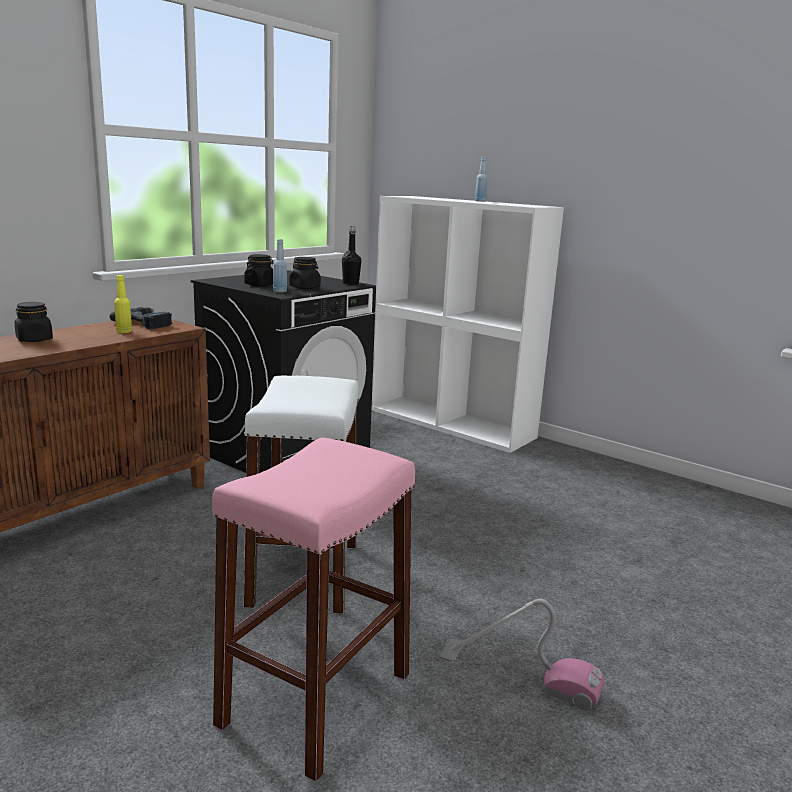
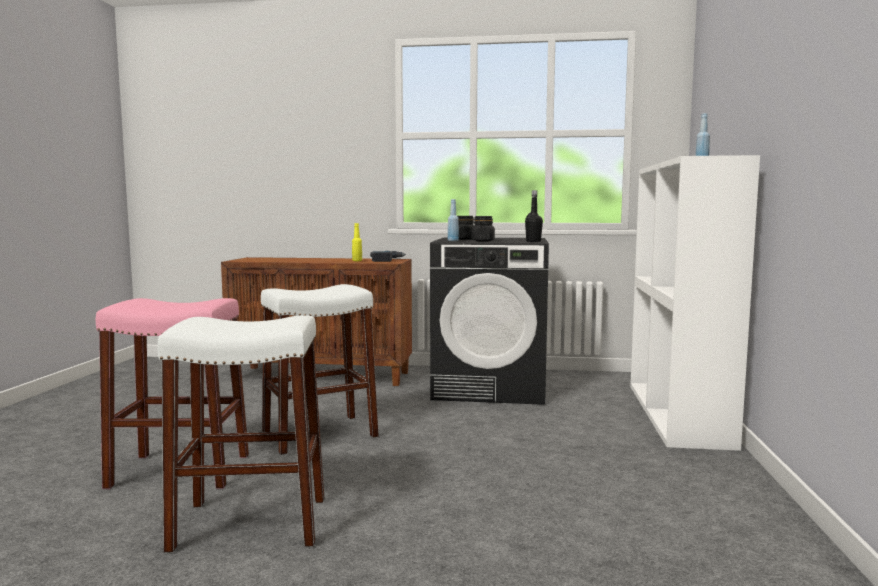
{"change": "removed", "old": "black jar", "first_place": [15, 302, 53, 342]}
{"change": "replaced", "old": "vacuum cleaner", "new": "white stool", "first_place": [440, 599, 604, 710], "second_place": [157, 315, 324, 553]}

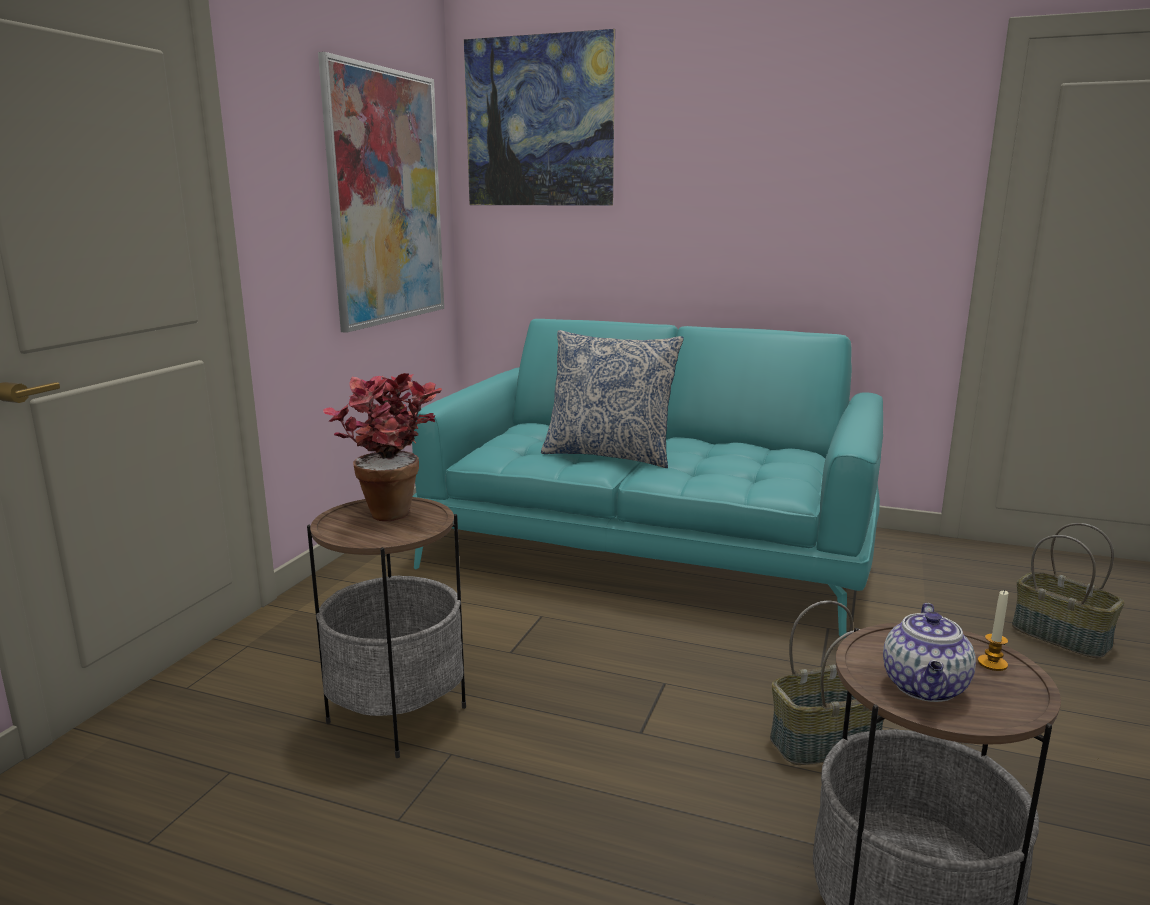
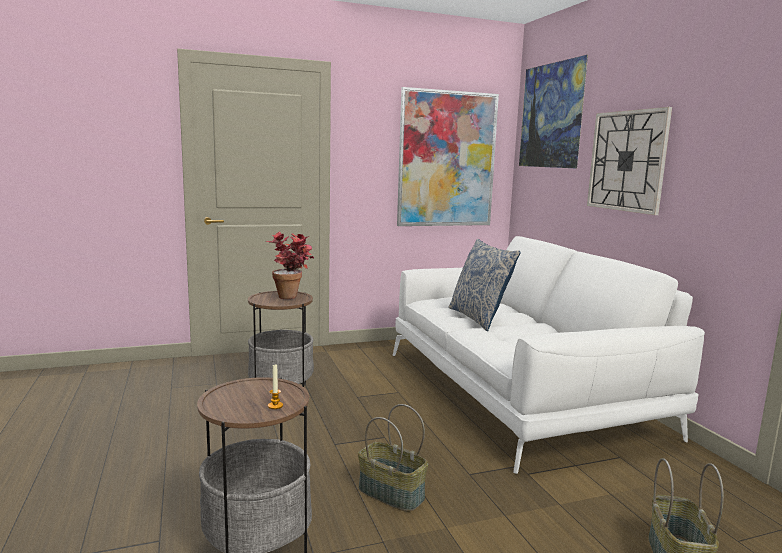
{"change": "recoloured", "old": "turquoise sofa", "new": "white sofa", "first_place": [412, 319, 883, 638], "second_place": [393, 236, 705, 474]}
{"change": "removed", "old": "teapot", "first_place": [883, 603, 976, 702]}
{"change": "added", "new": "wall clock", "second_place": [587, 107, 672, 215]}

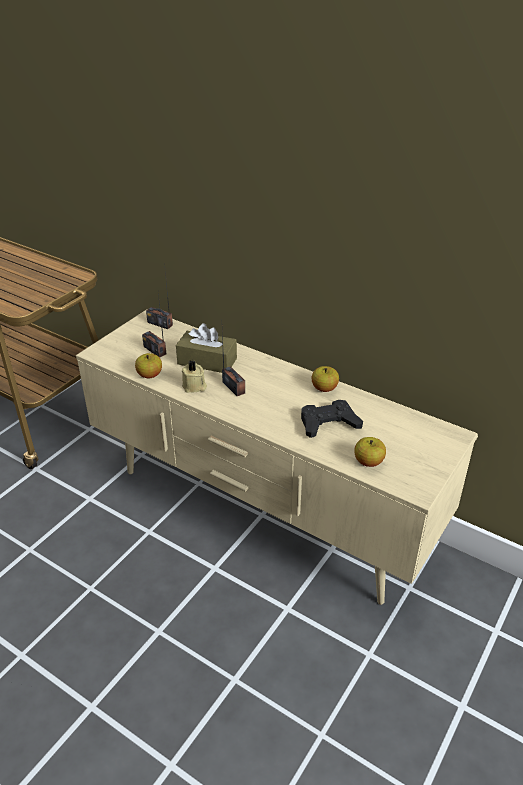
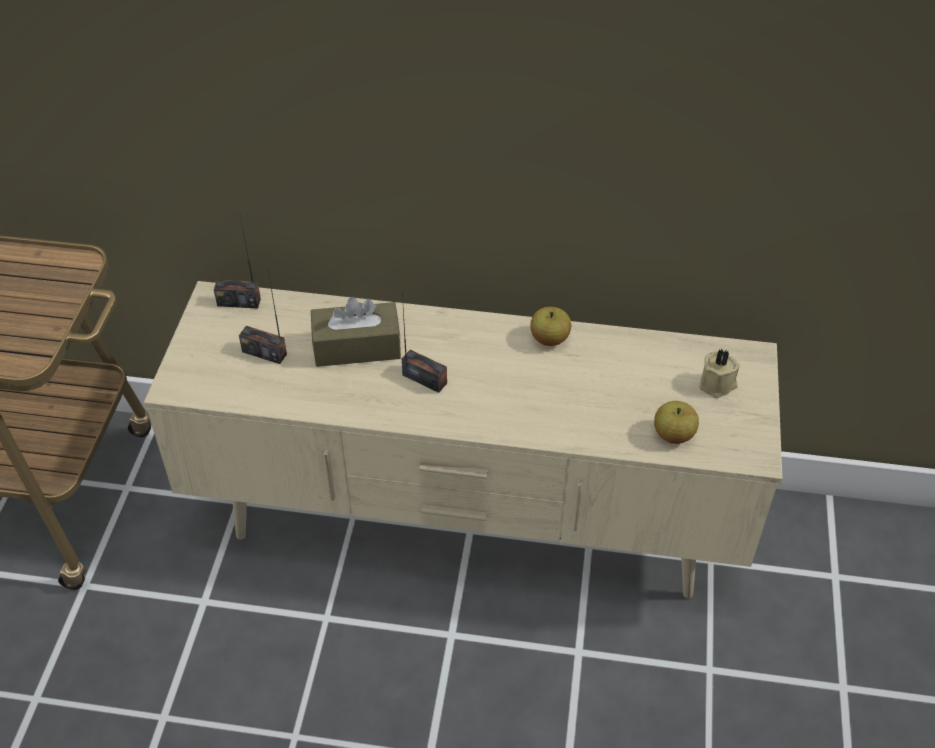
{"change": "removed", "old": "apple", "first_place": [135, 353, 162, 378]}
{"change": "moved", "old": "beige candle", "first_place": [182, 360, 207, 393], "second_place": [699, 348, 740, 398]}
{"change": "removed", "old": "black game controller", "first_place": [301, 400, 363, 438]}

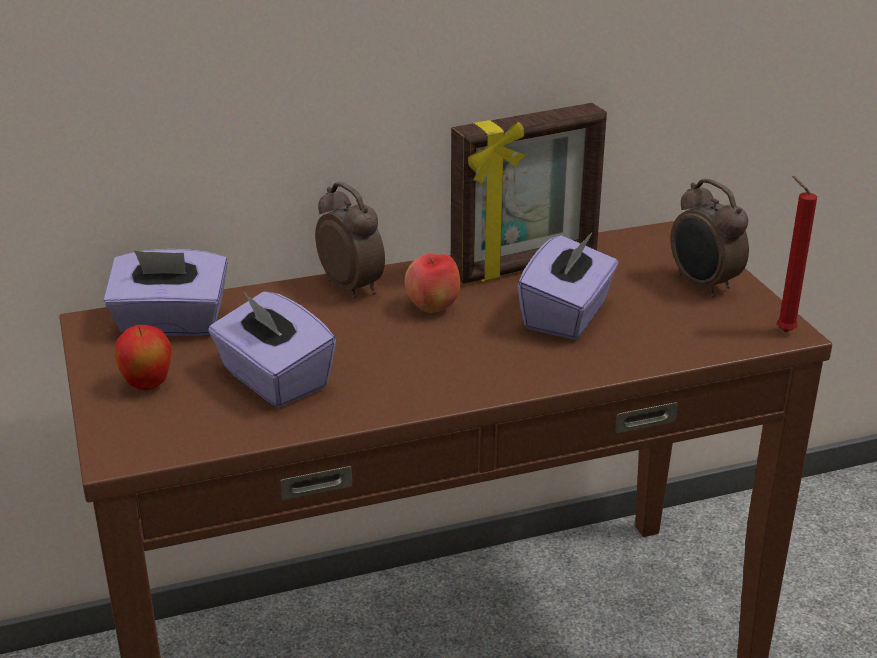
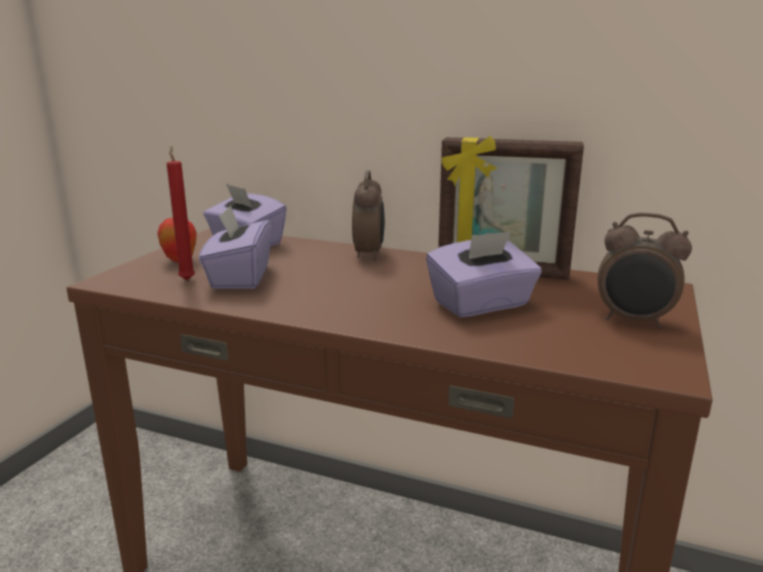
{"change": "removed", "old": "apple", "first_place": [405, 254, 460, 313]}
{"change": "turned", "old": "alarm clock", "first_place": [670, 179, 749, 297], "second_place": [597, 213, 692, 328], "degrees": -75}
{"change": "moved", "old": "red candle", "first_place": [777, 176, 817, 332], "second_place": [167, 146, 195, 281]}

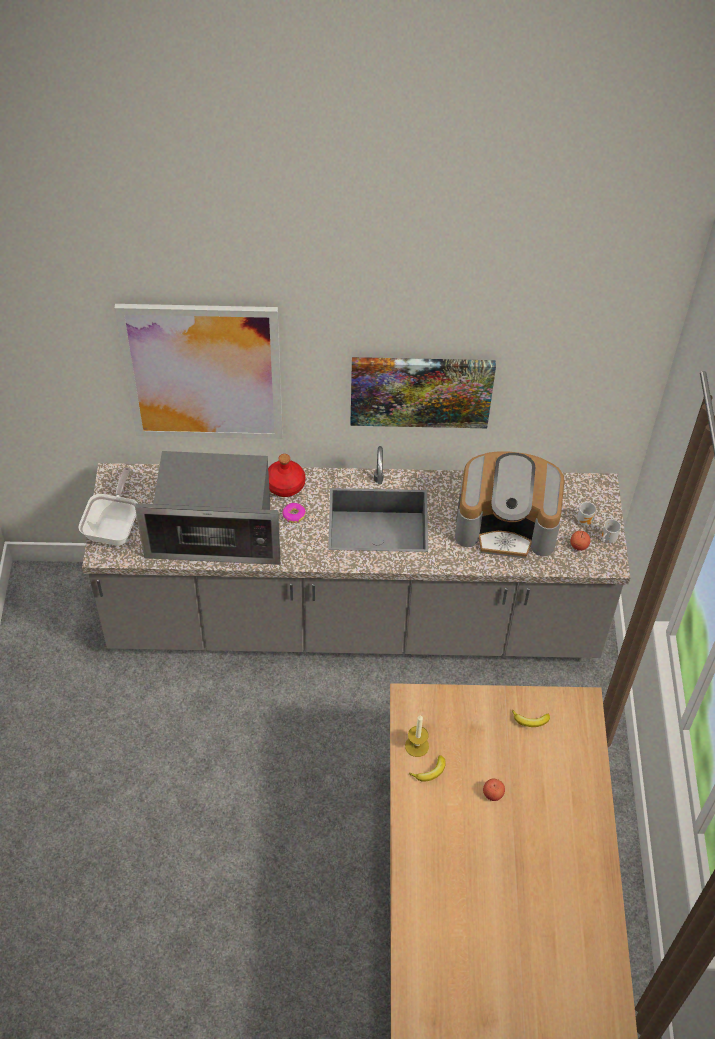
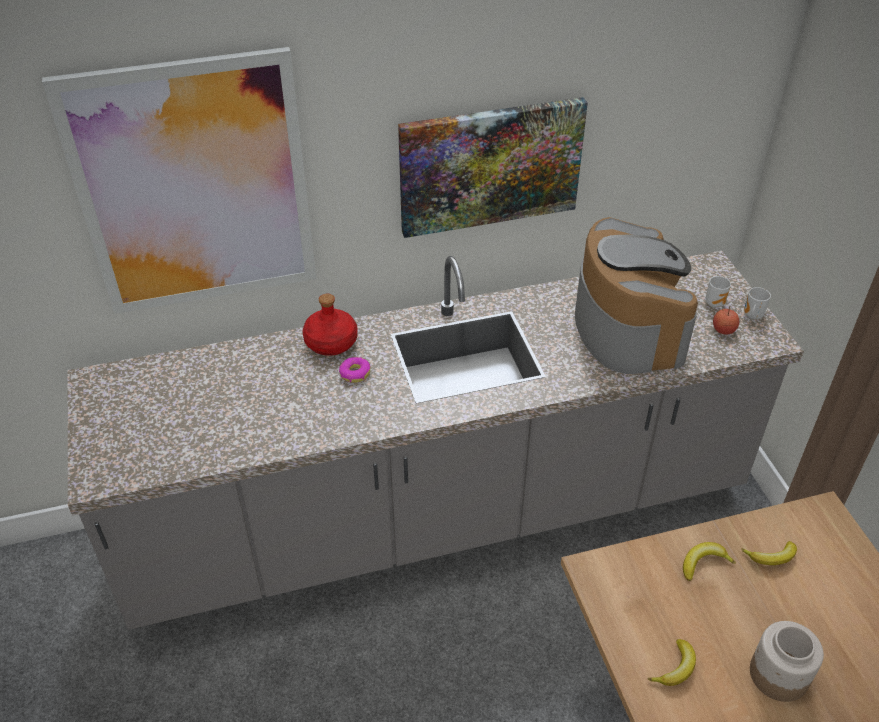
{"change": "removed", "old": "frying pan", "first_place": [78, 467, 137, 546]}
{"change": "removed", "old": "microwave", "first_place": [135, 451, 281, 565]}
{"change": "removed", "old": "candle", "first_place": [405, 715, 429, 757]}
{"change": "turned", "old": "coffee machine", "first_place": [455, 451, 564, 558], "second_place": [575, 217, 698, 374], "degrees": -90}
{"change": "replaced", "old": "apple", "new": "jar", "first_place": [483, 779, 505, 801], "second_place": [750, 621, 824, 702]}
{"change": "added", "new": "banana", "second_place": [683, 542, 736, 581]}

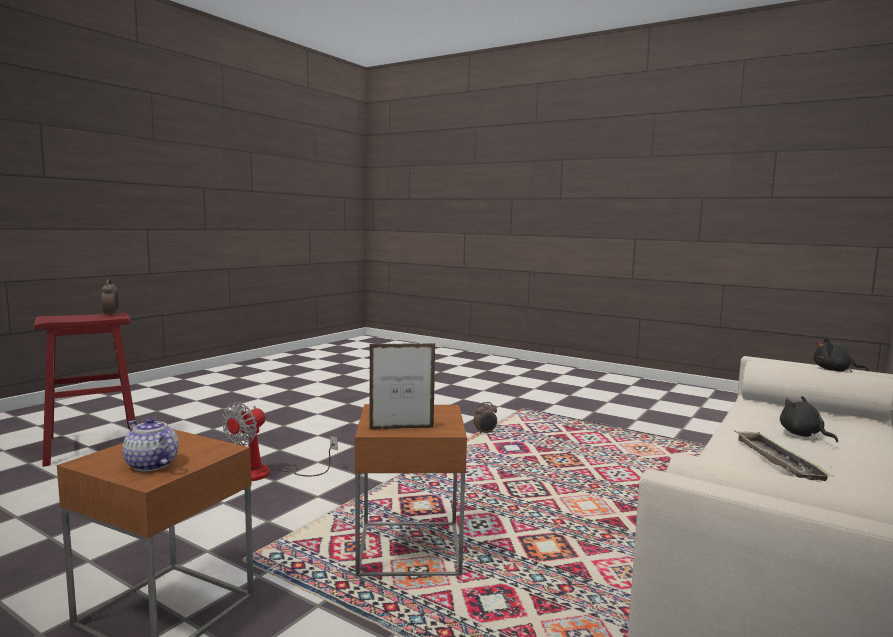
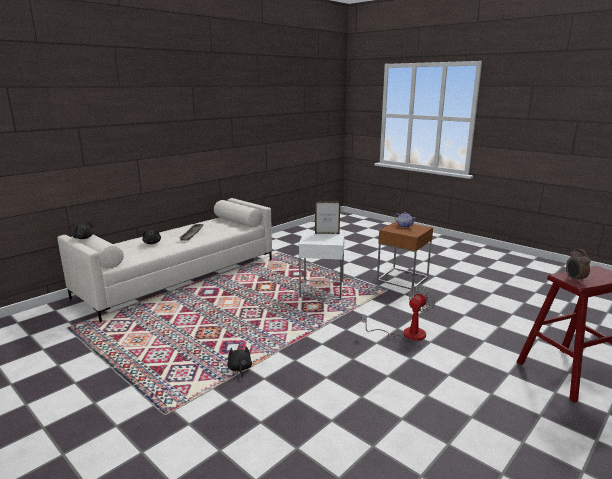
{"change": "recoloured", "old": "brown side table", "new": "white side table", "first_place": [355, 404, 467, 576], "second_place": [299, 231, 345, 300]}
{"change": "replaced", "old": "alarm clock", "new": "black plush toy", "first_place": [473, 402, 497, 434], "second_place": [227, 345, 252, 378]}

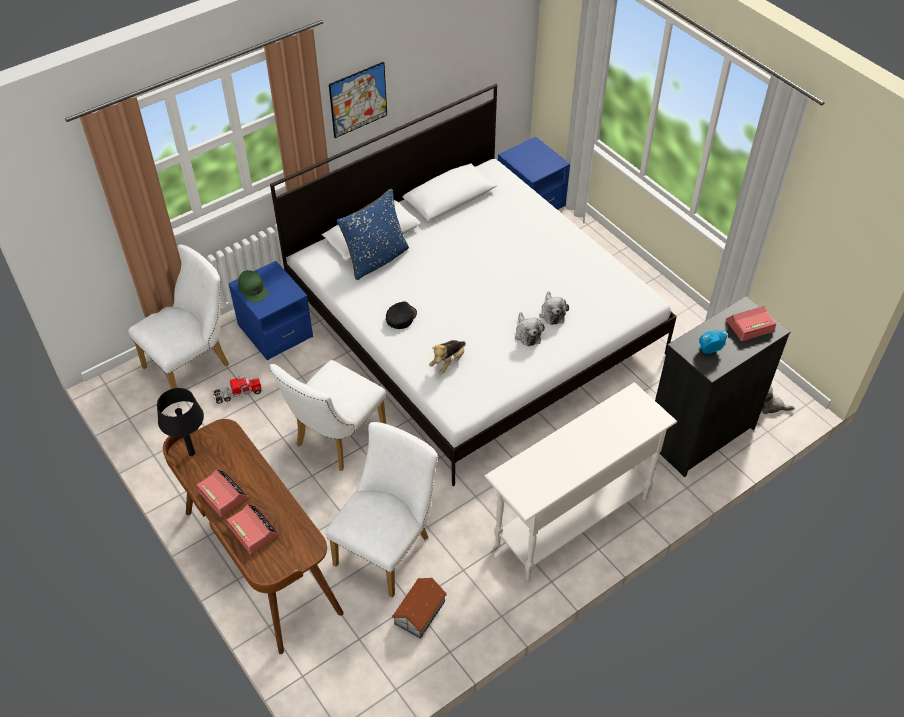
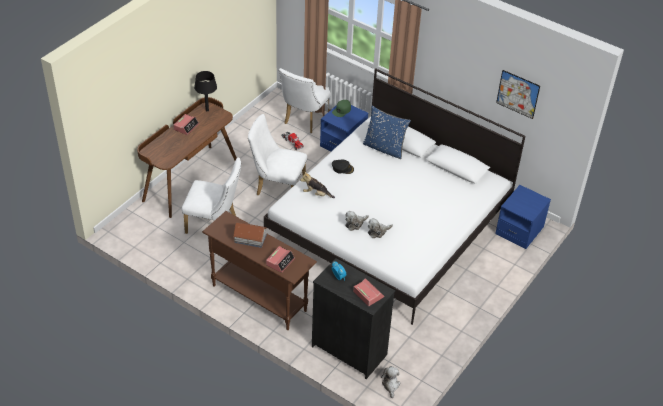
{"change": "turned", "old": "white chair", "first_place": [128, 245, 229, 389], "second_place": [279, 68, 331, 133], "degrees": 90}
{"change": "moved", "old": "alarm clock", "first_place": [227, 504, 279, 554], "second_place": [266, 246, 295, 273]}
{"change": "moved", "old": "picture", "first_place": [329, 62, 387, 138], "second_place": [496, 70, 540, 119]}
{"change": "moved", "old": "toy house", "first_place": [392, 578, 447, 639], "second_place": [233, 222, 267, 248]}
{"change": "recoloured", "old": "white console table", "new": "brown console table", "first_place": [485, 382, 677, 580], "second_place": [202, 211, 317, 330]}

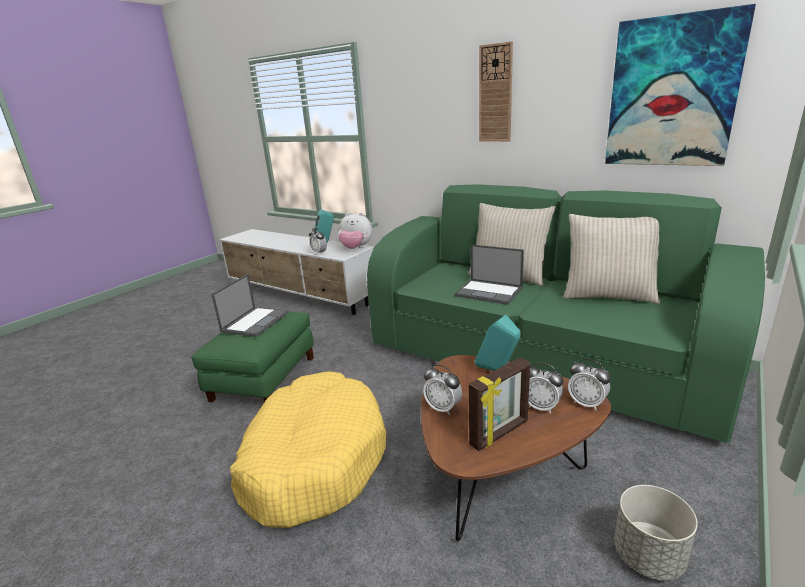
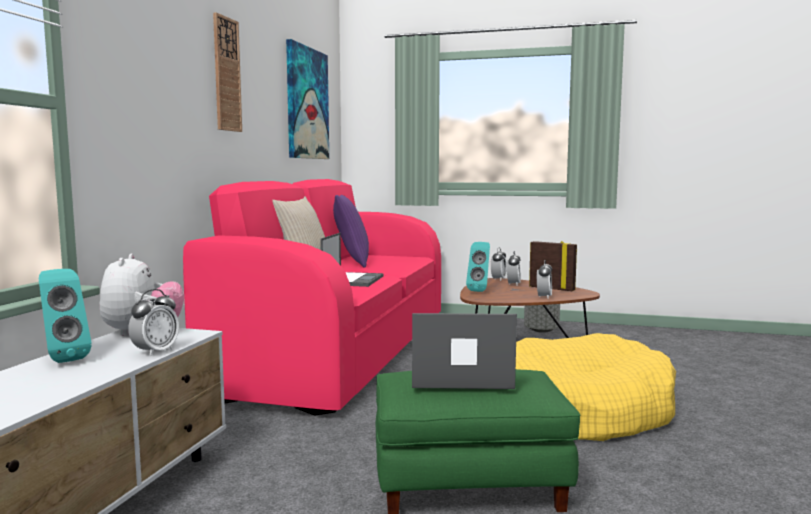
{"change": "recoloured", "old": "green sofa", "new": "pink sofa", "first_place": [367, 184, 765, 443], "second_place": [183, 179, 441, 416]}
{"change": "recoloured", "old": "beige pillow", "new": "purple pillow", "first_place": [563, 214, 660, 304], "second_place": [333, 195, 369, 268]}

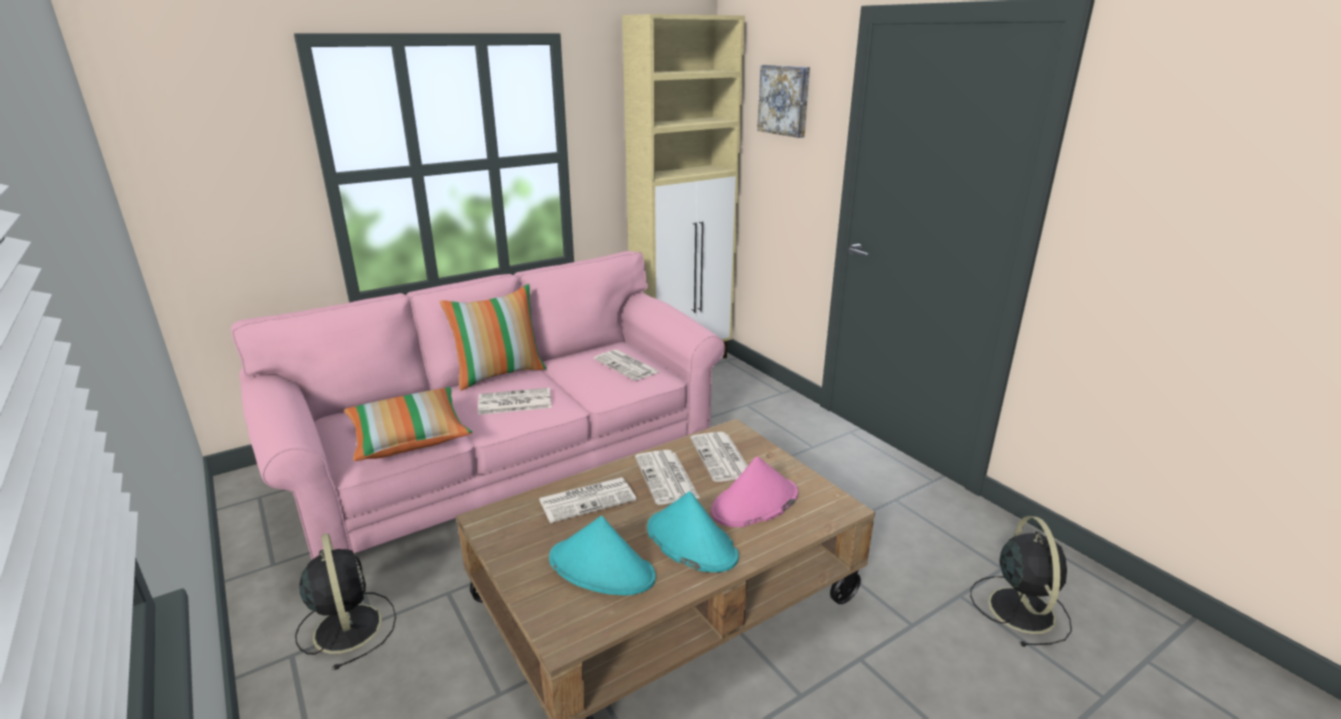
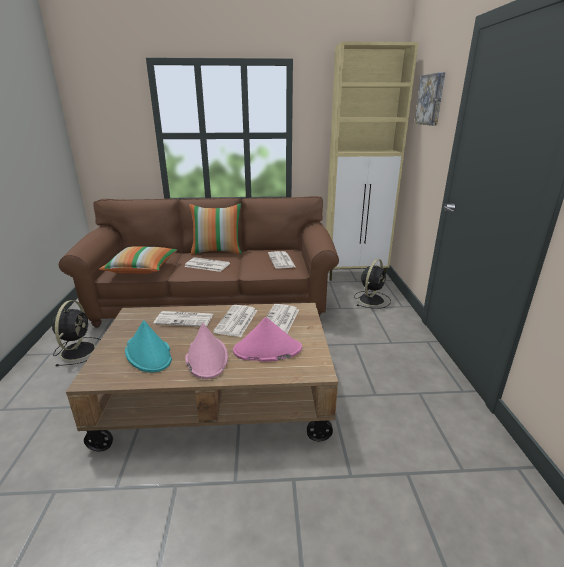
{"change": "recoloured", "old": "pink sofa", "new": "brown sofa", "first_place": [231, 251, 725, 560], "second_place": [59, 196, 339, 328]}
{"change": "recoloured", "old": "turquoise hat", "new": "pink hat", "first_place": [647, 491, 739, 572], "second_place": [185, 323, 228, 379]}
{"change": "moved", "old": "black fan", "first_place": [970, 516, 1072, 646], "second_place": [354, 259, 391, 309]}

